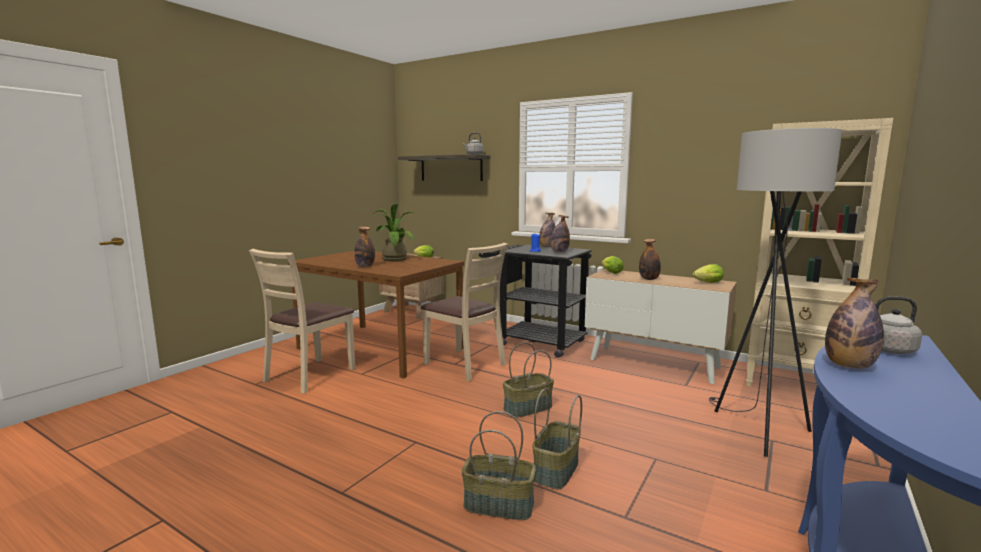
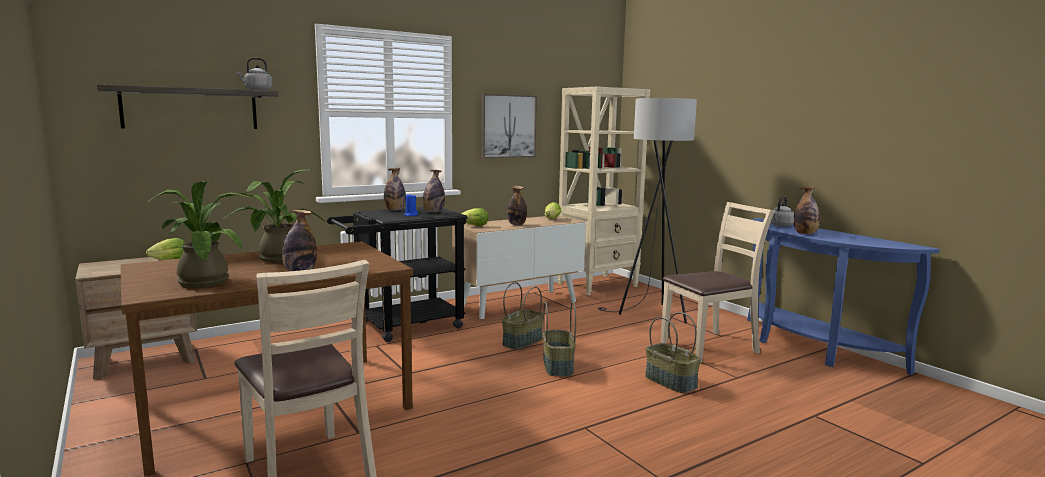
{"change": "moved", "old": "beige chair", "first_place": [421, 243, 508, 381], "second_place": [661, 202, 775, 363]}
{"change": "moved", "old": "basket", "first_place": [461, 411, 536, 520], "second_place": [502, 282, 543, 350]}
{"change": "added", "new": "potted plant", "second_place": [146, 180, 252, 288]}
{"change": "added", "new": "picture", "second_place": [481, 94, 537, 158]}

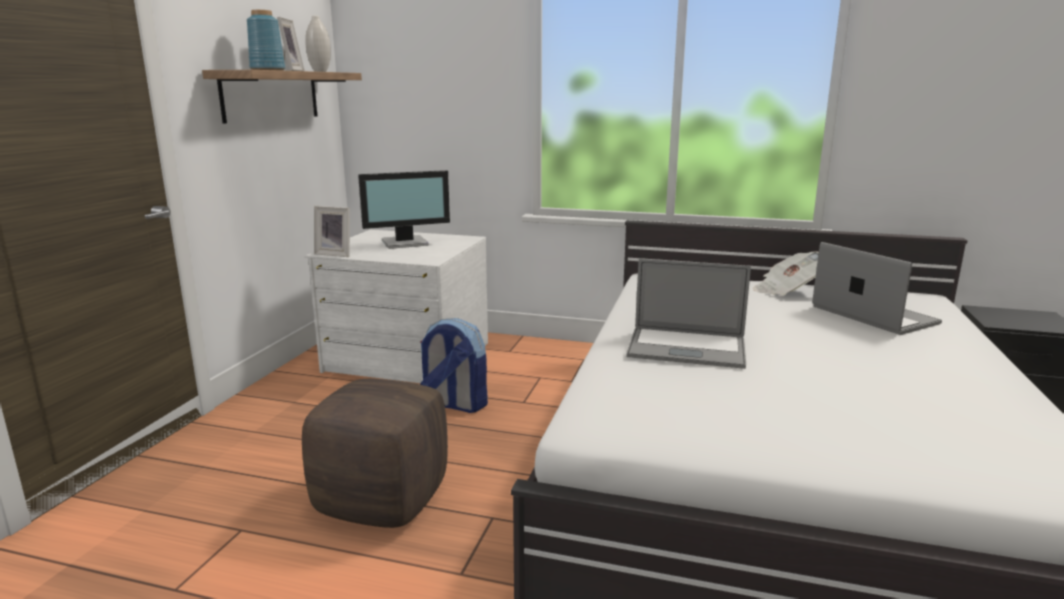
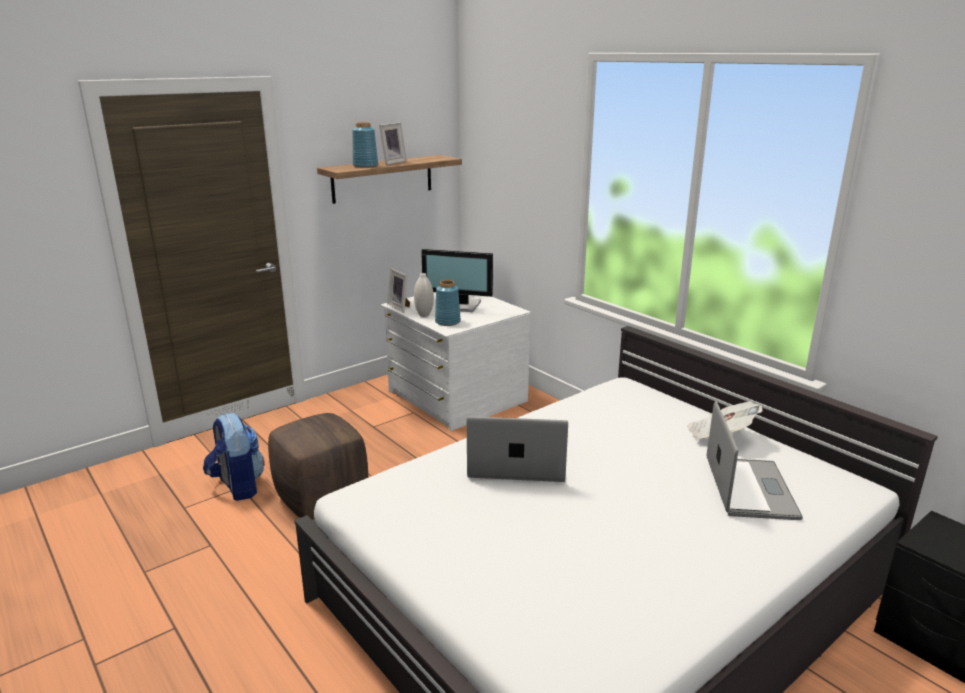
{"change": "moved", "old": "white vase", "first_place": [305, 16, 331, 72], "second_place": [414, 273, 434, 317]}
{"change": "moved", "old": "backpack", "first_place": [420, 318, 488, 413], "second_place": [203, 413, 265, 501]}
{"change": "turned", "old": "laptop", "first_place": [626, 259, 751, 369], "second_place": [467, 416, 568, 482], "degrees": 135}
{"change": "added", "new": "blue vase", "second_place": [435, 280, 461, 326]}

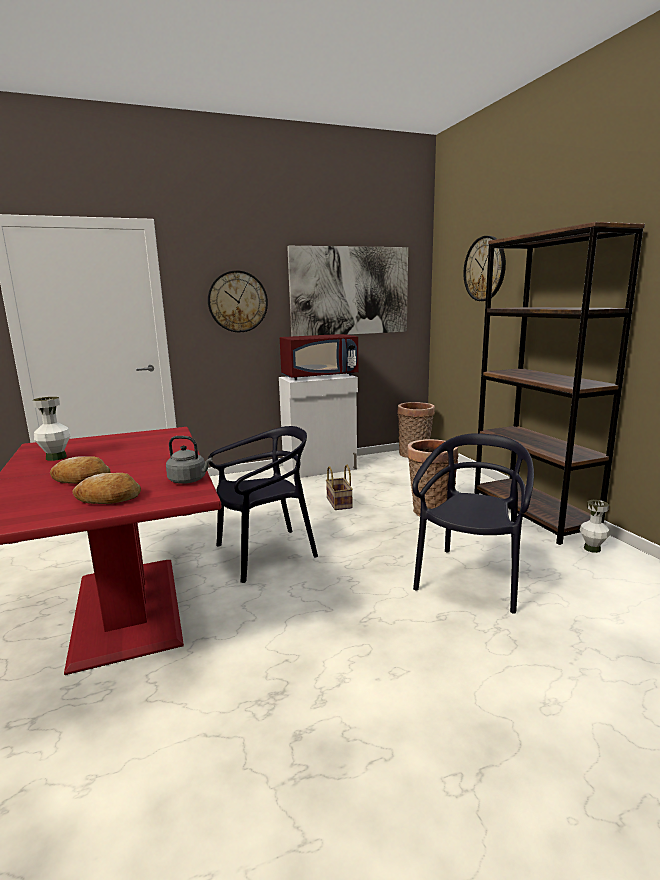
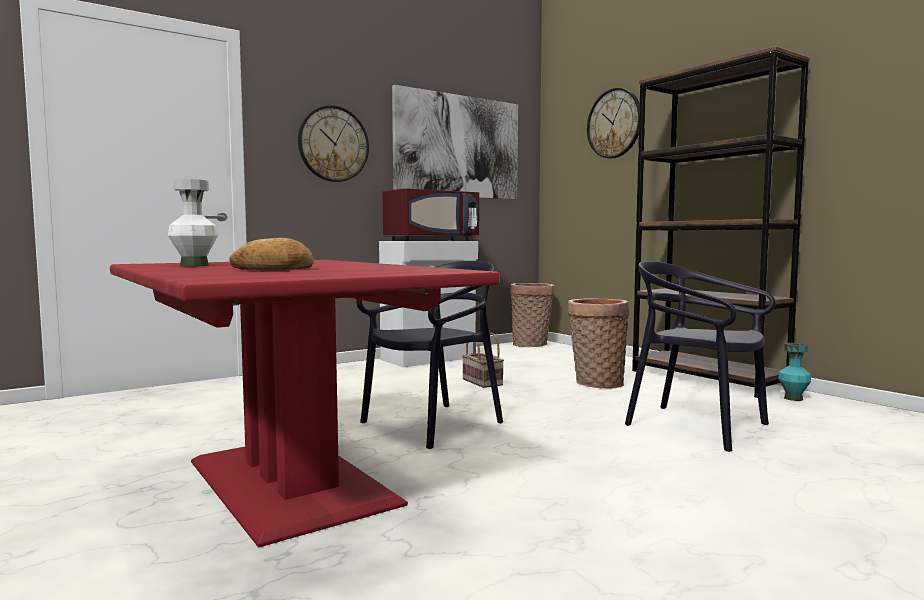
{"change": "removed", "old": "bread", "first_place": [72, 473, 141, 504]}
{"change": "removed", "old": "grey kettle", "first_place": [166, 436, 212, 484]}
{"change": "turned", "old": "black chair", "first_place": [412, 433, 534, 614], "second_place": [625, 261, 776, 452], "degrees": -60}
{"change": "recoloured", "old": "white vase", "new": "turquoise vase", "first_place": [580, 500, 609, 553], "second_place": [778, 343, 811, 401]}

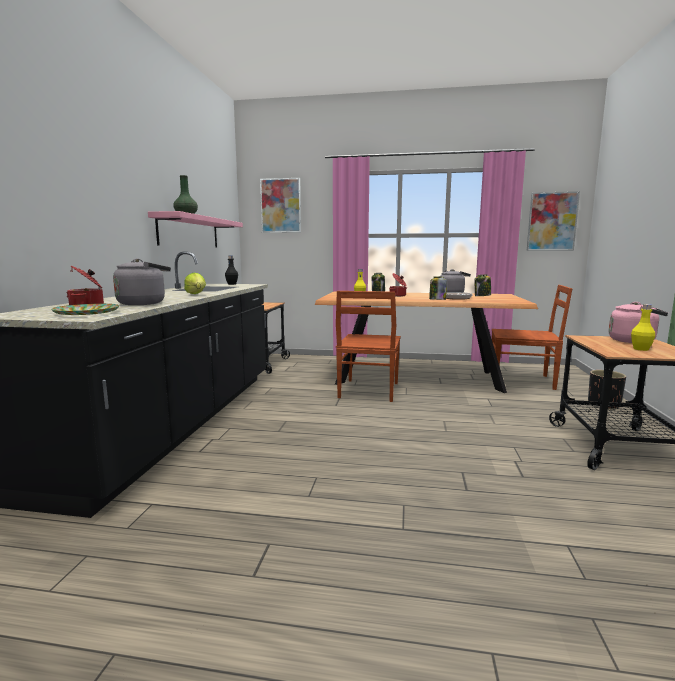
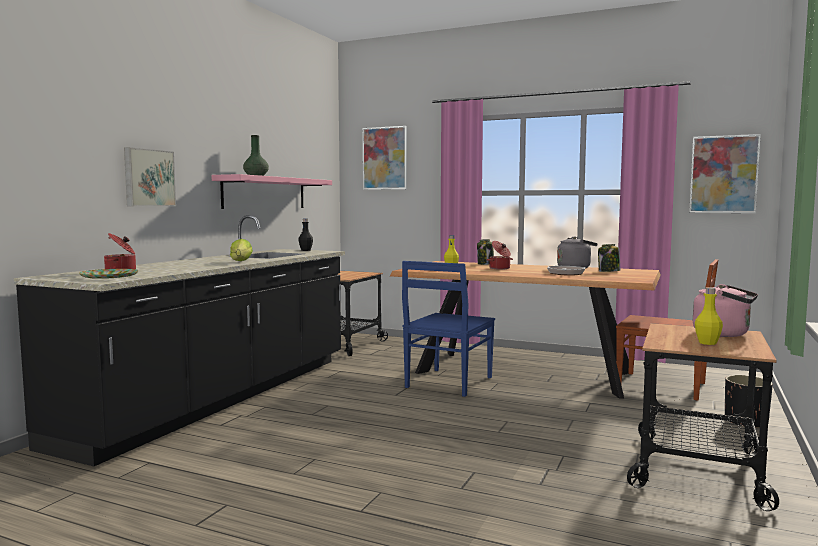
{"change": "removed", "old": "grey kettle", "first_place": [113, 259, 171, 305]}
{"change": "recoloured", "old": "brown chair", "new": "blue chair", "first_place": [336, 291, 401, 402], "second_place": [402, 261, 495, 397]}
{"change": "removed", "old": "jar", "first_place": [429, 277, 447, 300]}
{"change": "added", "new": "picture", "second_place": [124, 147, 176, 206]}

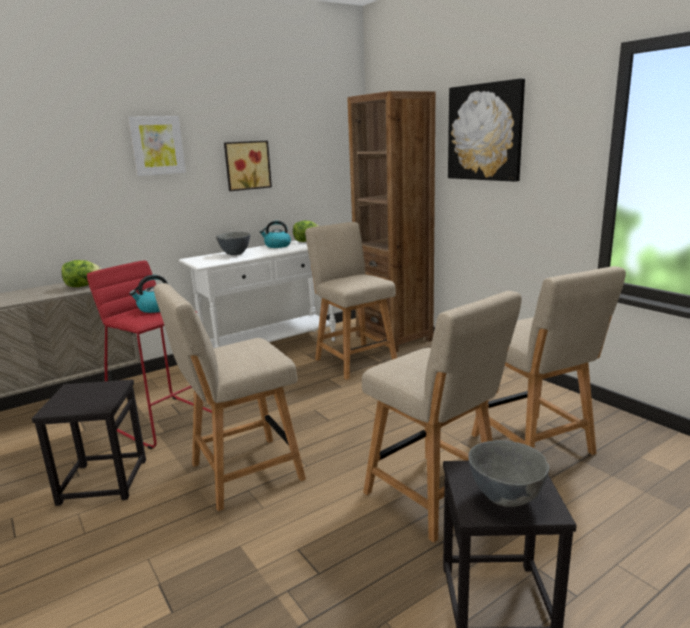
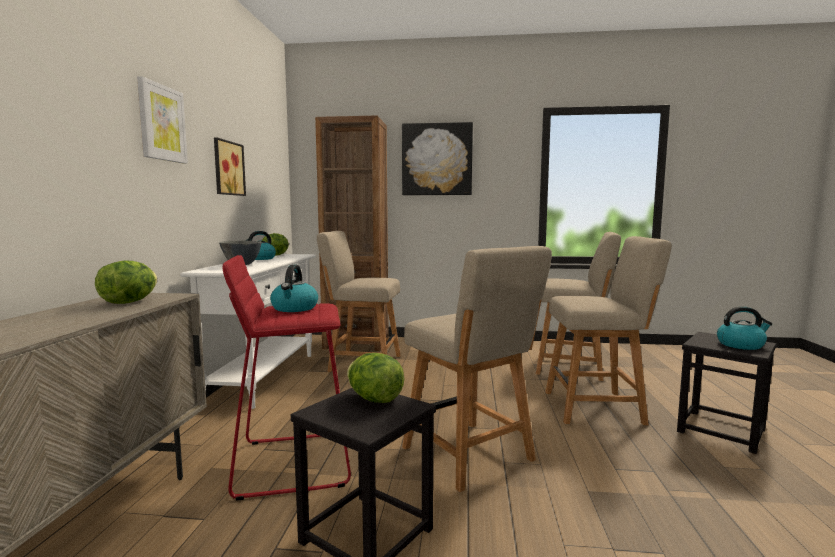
{"change": "turned", "old": "beige chair", "first_place": [154, 283, 306, 511], "second_place": [402, 246, 552, 492], "degrees": -45}
{"change": "replaced", "old": "grey bowl", "new": "kettle", "first_place": [468, 440, 549, 507], "second_place": [717, 306, 772, 350]}
{"change": "added", "new": "lettuce", "second_place": [347, 353, 404, 403]}

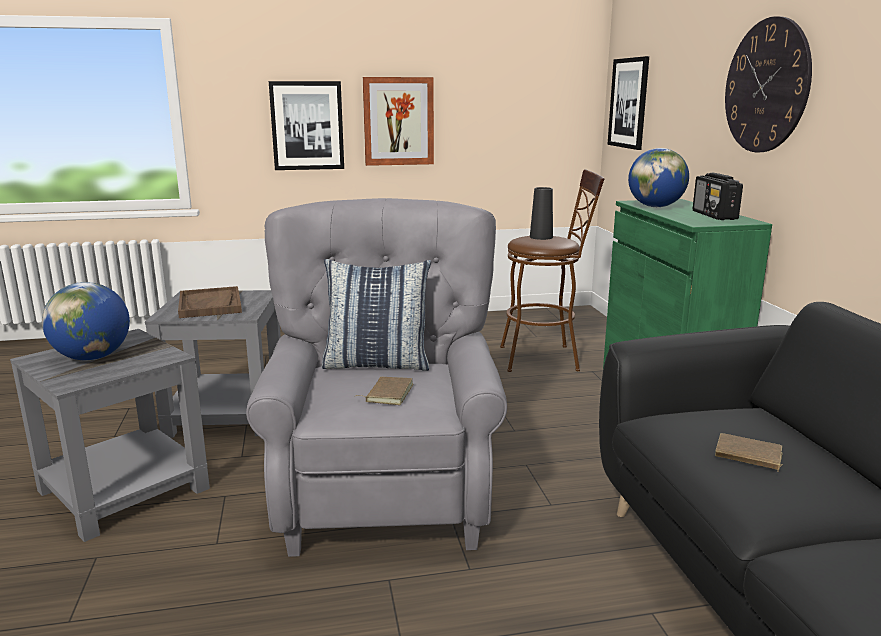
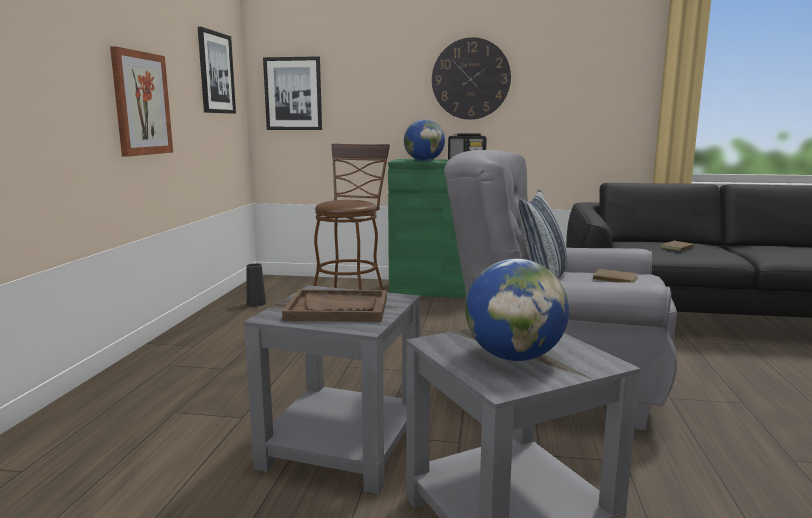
{"change": "moved", "old": "picture", "first_place": [269, 81, 344, 170], "second_place": [198, 27, 236, 114]}
{"change": "moved", "old": "black vase", "first_place": [530, 187, 553, 240], "second_place": [246, 263, 266, 307]}

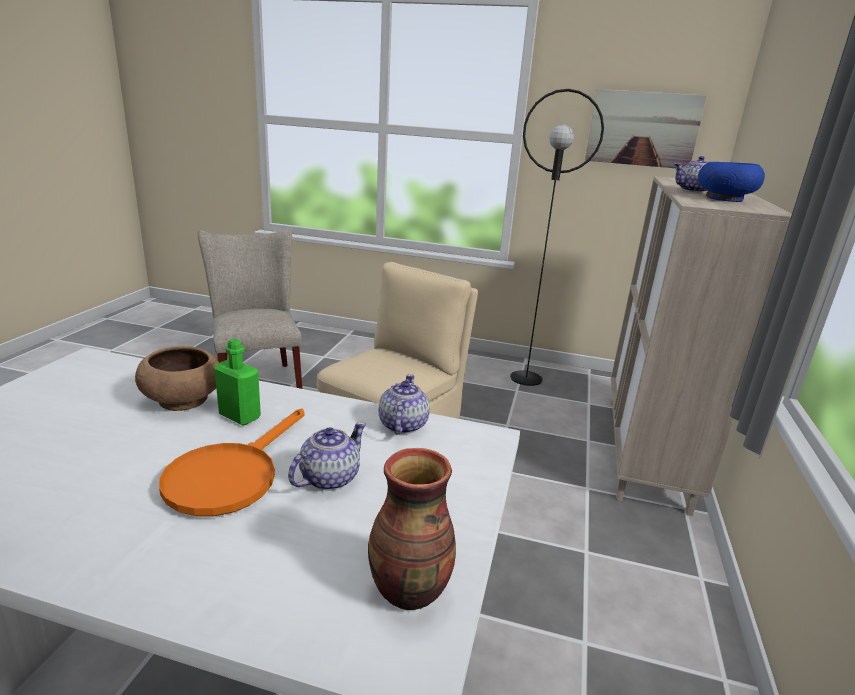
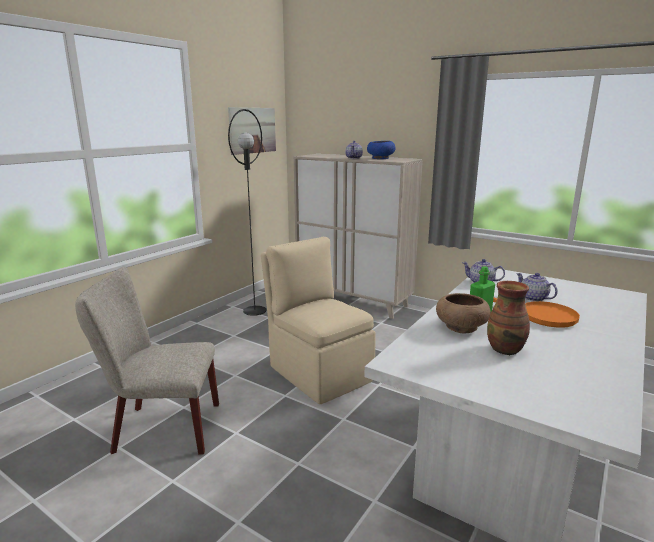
{"change": "moved", "old": "vase", "first_place": [368, 448, 456, 610], "second_place": [487, 281, 530, 355]}

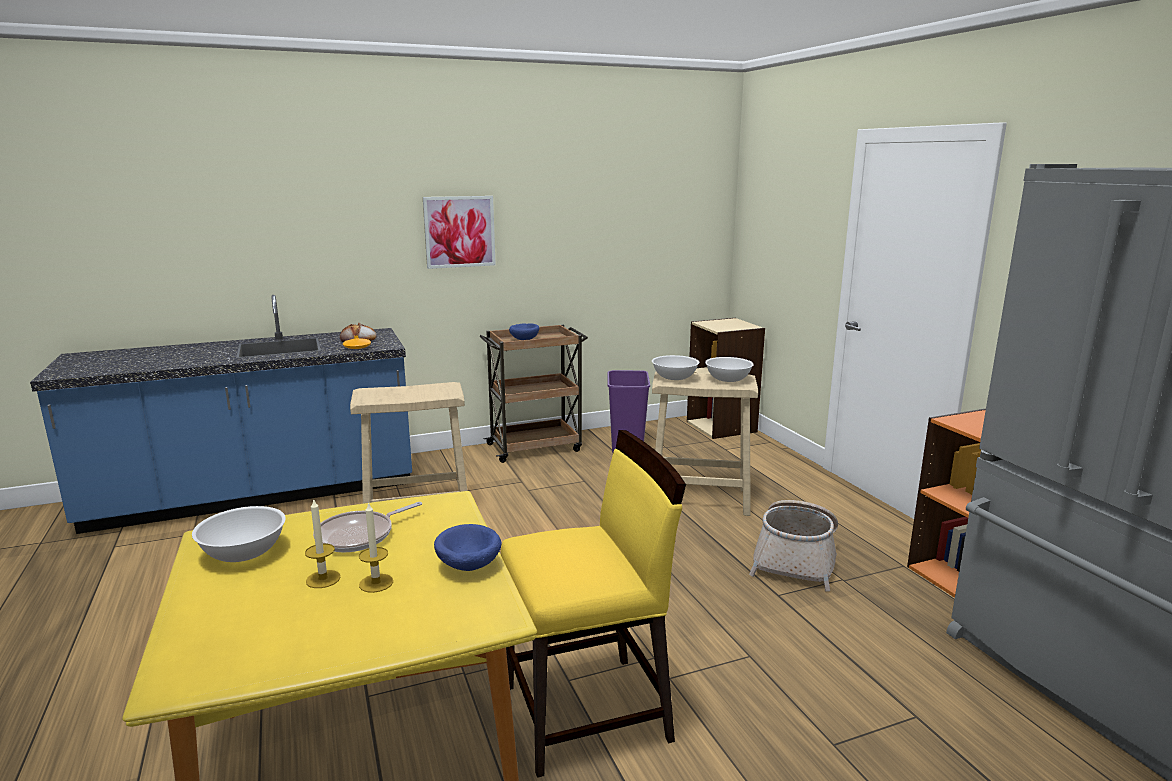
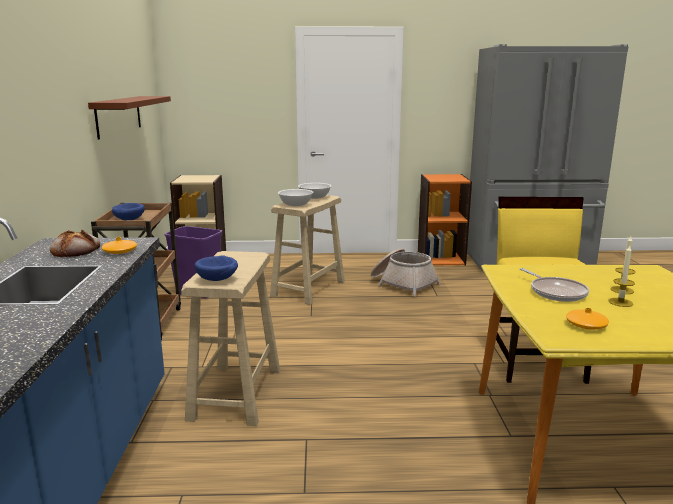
{"change": "replaced", "old": "white bowl", "new": "orange vase", "first_place": [192, 506, 286, 562], "second_place": [566, 308, 609, 330]}
{"change": "removed", "old": "picture", "first_place": [423, 196, 496, 269]}
{"change": "moved", "old": "blue bowl", "first_place": [434, 524, 501, 571], "second_place": [195, 255, 238, 281]}
{"change": "added", "new": "brown shelf", "second_place": [88, 96, 171, 139]}

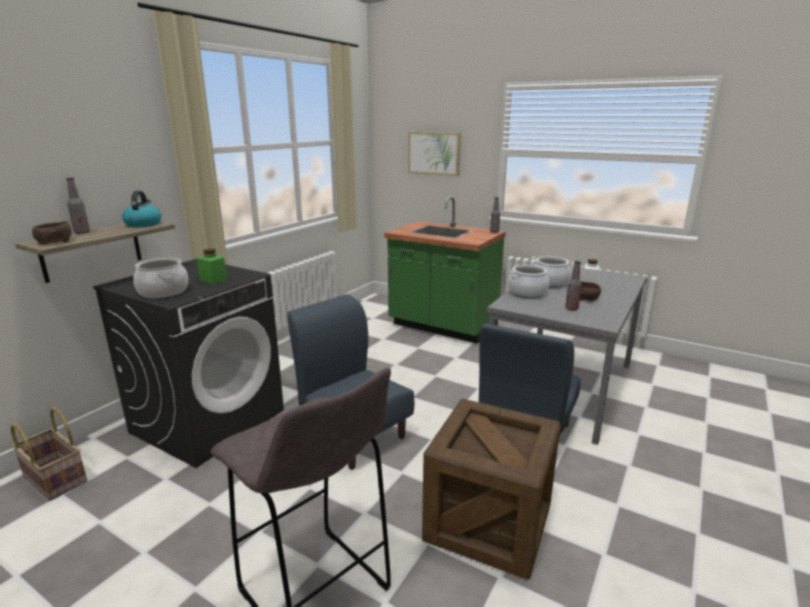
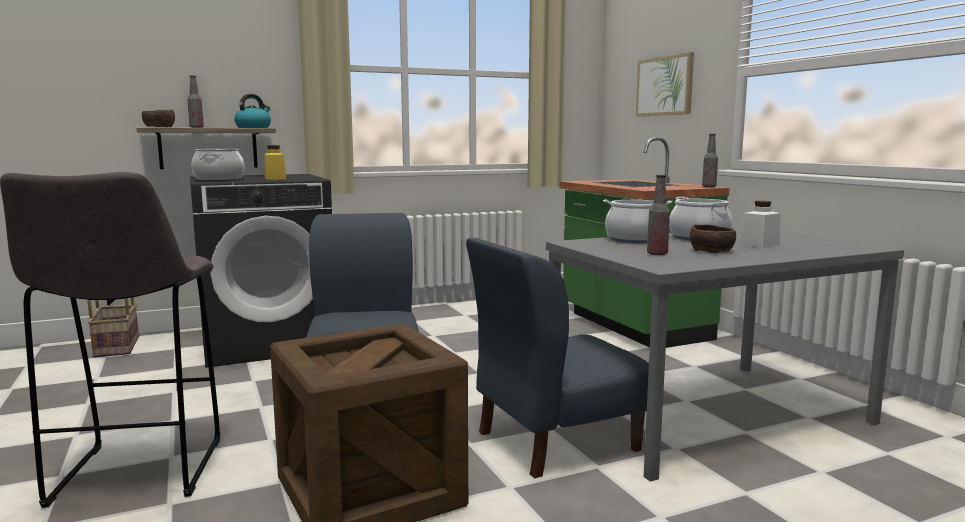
{"change": "recoloured", "old": "green jar", "new": "yellow jar", "first_place": [197, 248, 228, 284], "second_place": [264, 145, 286, 180]}

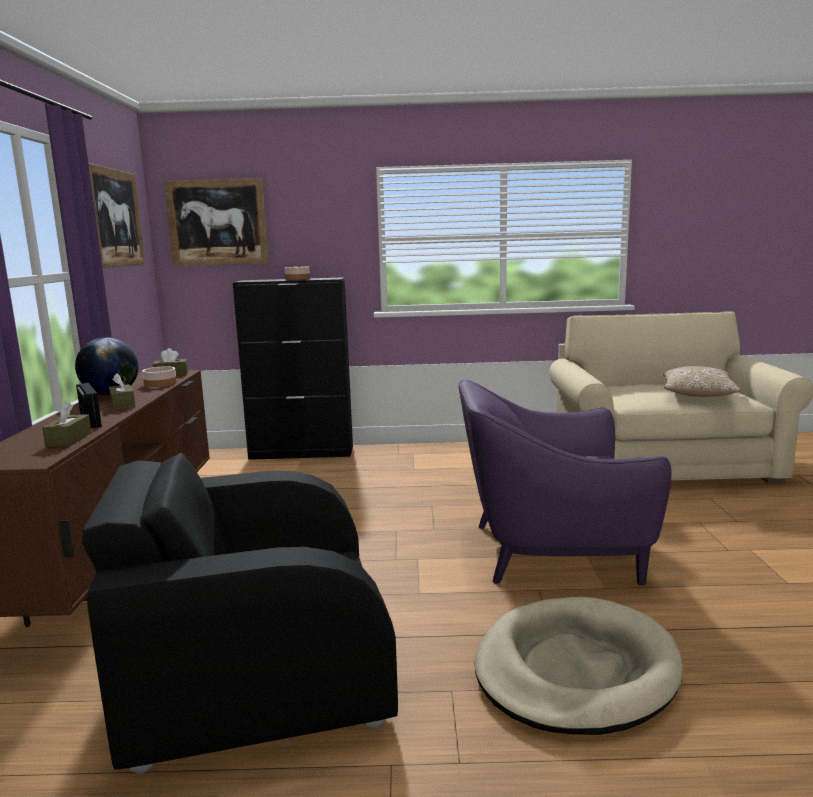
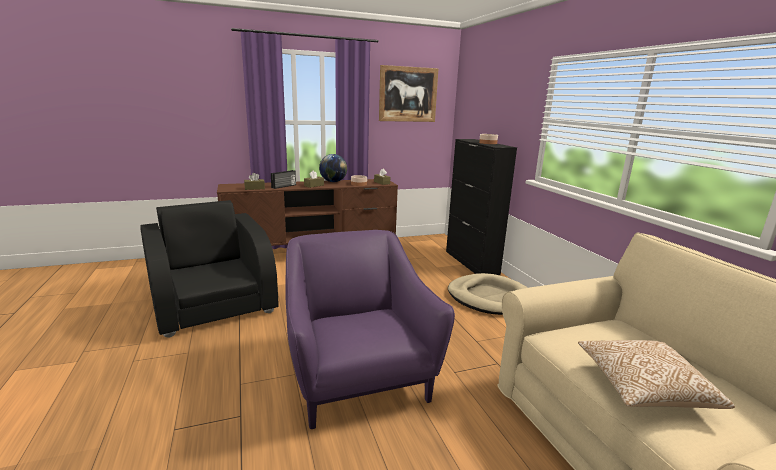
{"change": "removed", "old": "picture", "first_place": [164, 178, 269, 266]}
{"change": "moved", "old": "beige dog bed", "first_place": [474, 597, 683, 735], "second_place": [448, 273, 528, 315]}

